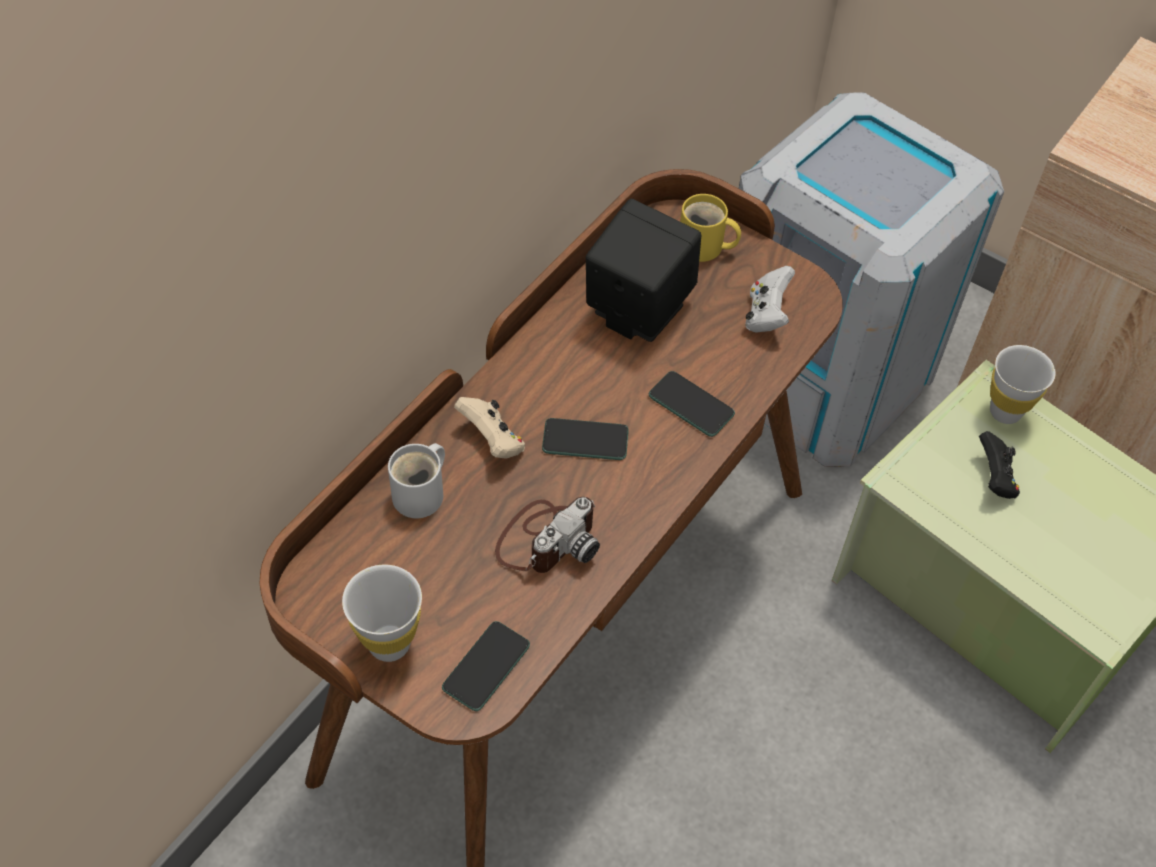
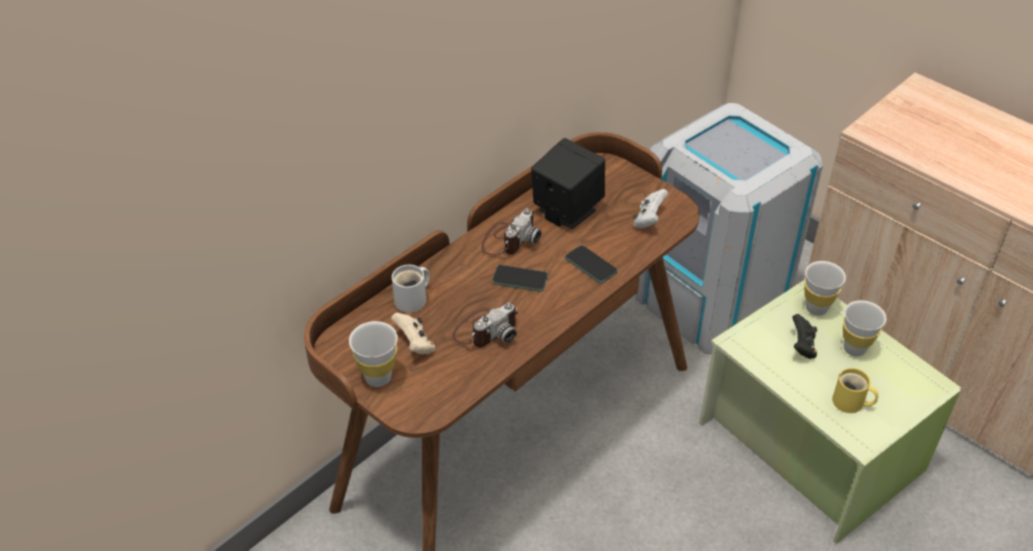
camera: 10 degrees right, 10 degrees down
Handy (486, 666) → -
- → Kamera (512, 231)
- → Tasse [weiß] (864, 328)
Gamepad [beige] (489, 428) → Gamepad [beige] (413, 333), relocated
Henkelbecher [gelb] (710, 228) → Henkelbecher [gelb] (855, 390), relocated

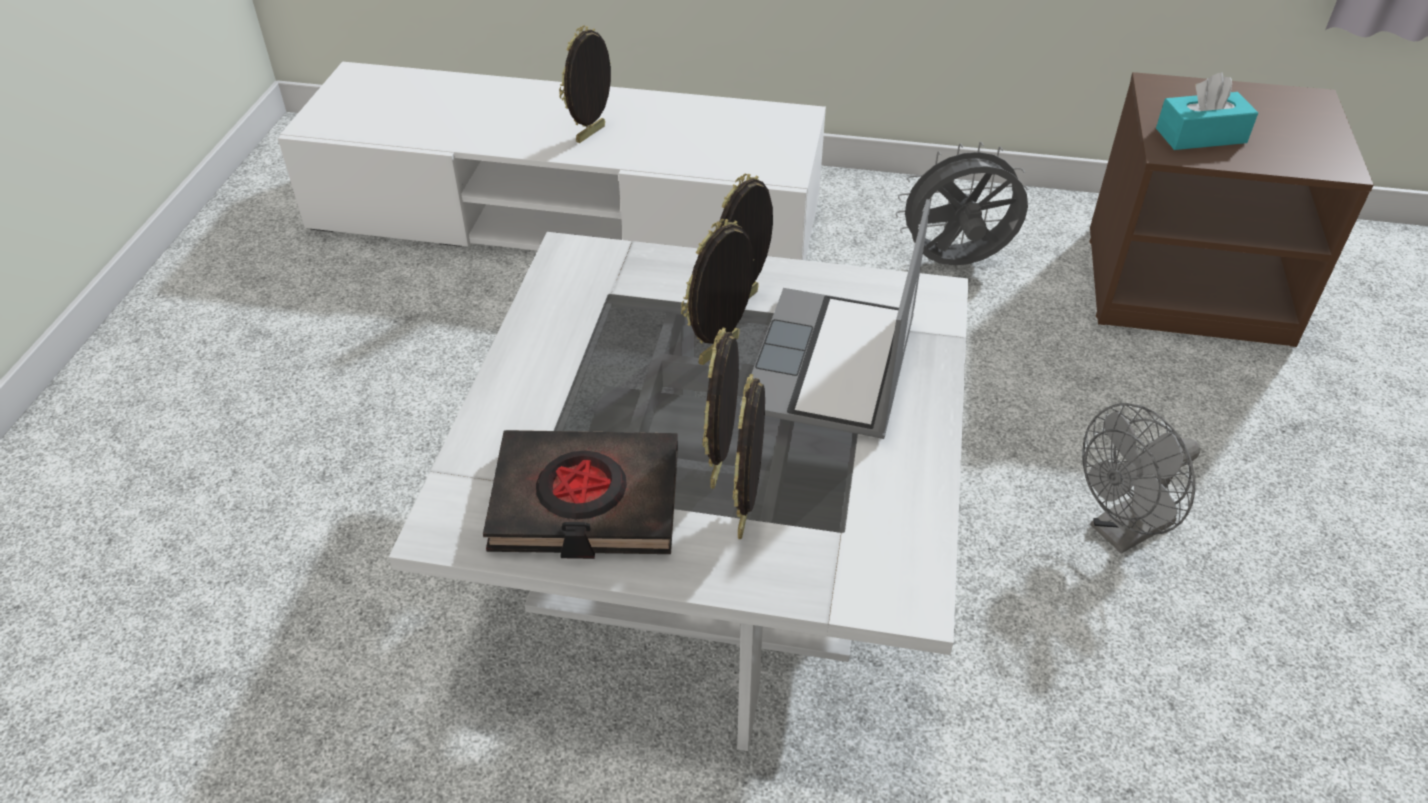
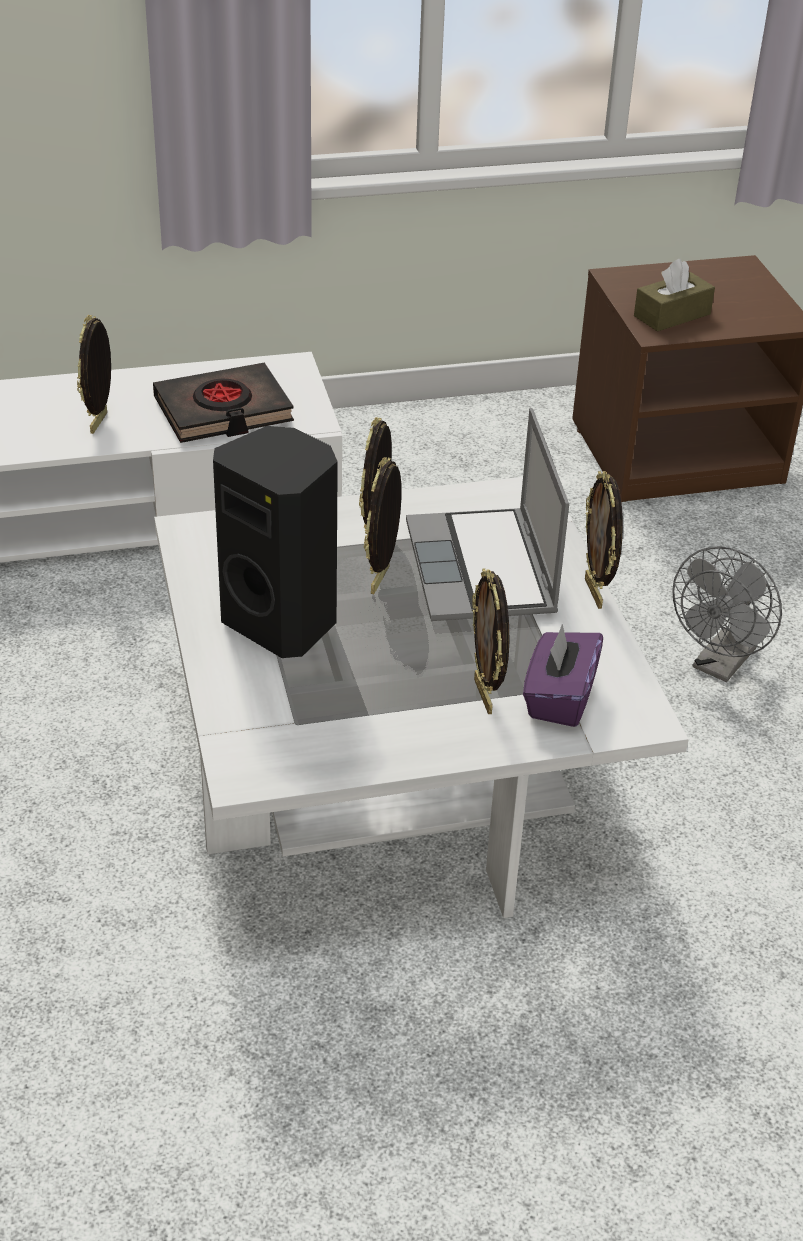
camera: 25 degrees left, 5 degrees down
Ventilator [grau] (962, 203) → -
- → Lautsprecher [schwarz] (275, 542)
- → Taschentuchbox [lila] (563, 675)
Buch [schwarz] (580, 494) → Buch [schwarz] (223, 403), relocated
Bilderrahmen (721, 408) → Bilderrahmen (604, 540), relocated
Taschentuchbox [türkis] (1207, 111) → Taschentuchbox [braun] (674, 295)

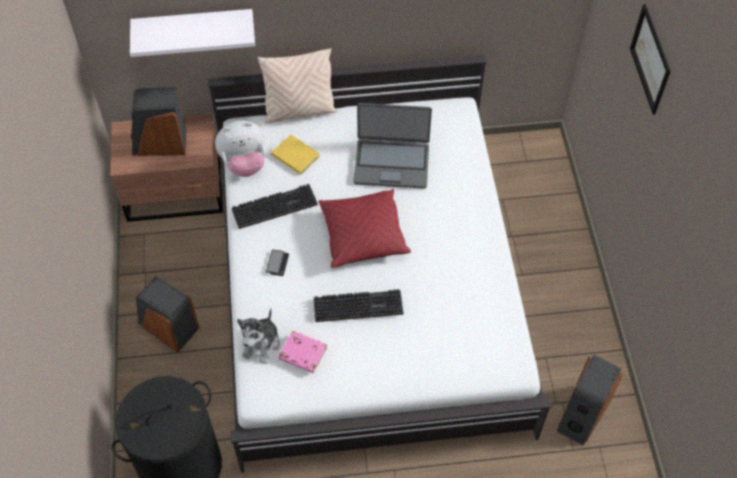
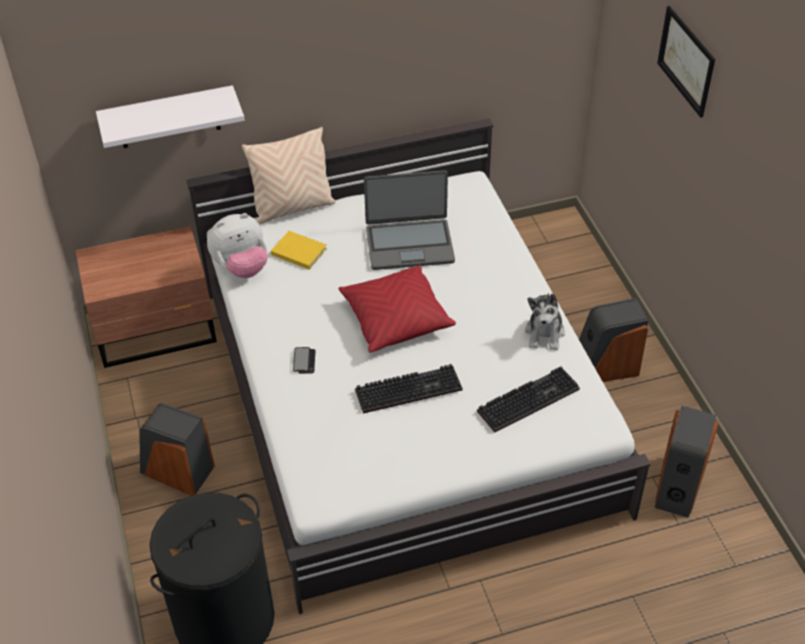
camera: 10 degrees left, 10 degrees down
Buch [rosa] (303, 351) → -
Lautsprecher (159, 121) → Lautsprecher (613, 340), relocated
Tastatur (275, 206) → Tastatur (528, 399), relocated
Plüschtier (258, 336) → Plüschtier (545, 321), relocated

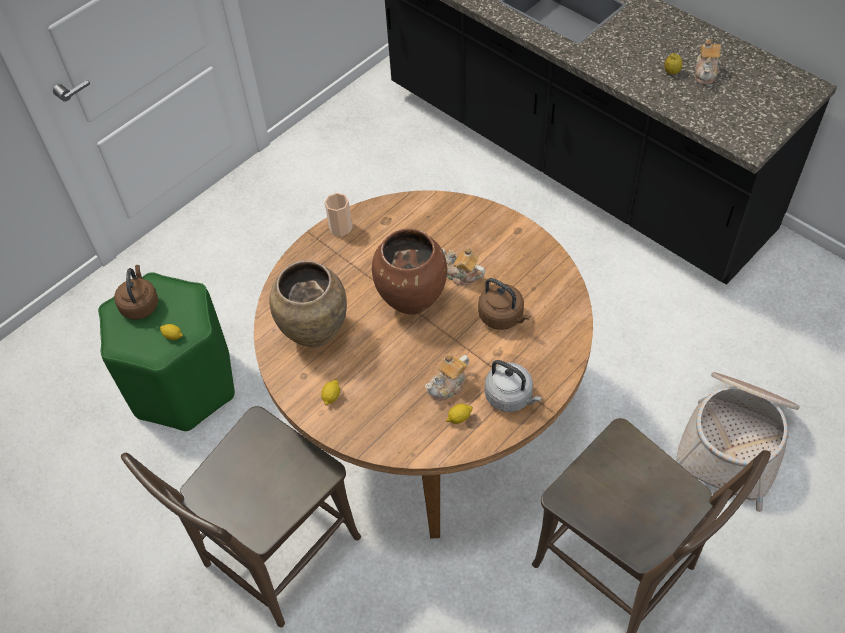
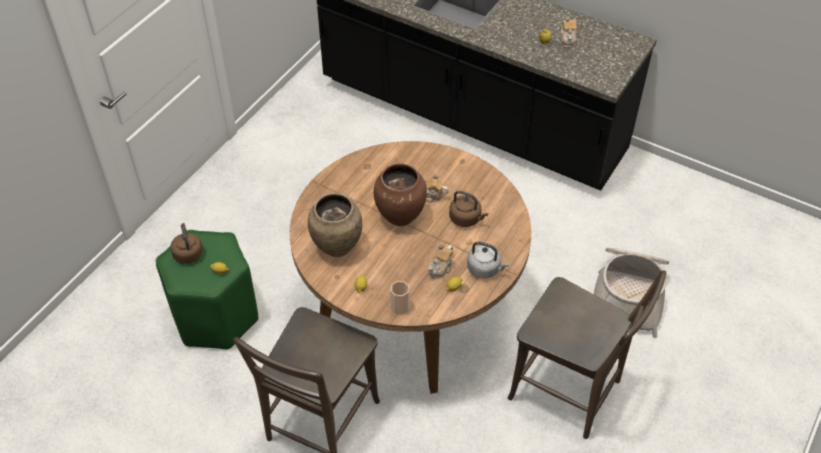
camera: 15 degrees left, 5 degrees down
Tasse (339, 214) → Tasse (400, 298), relocated

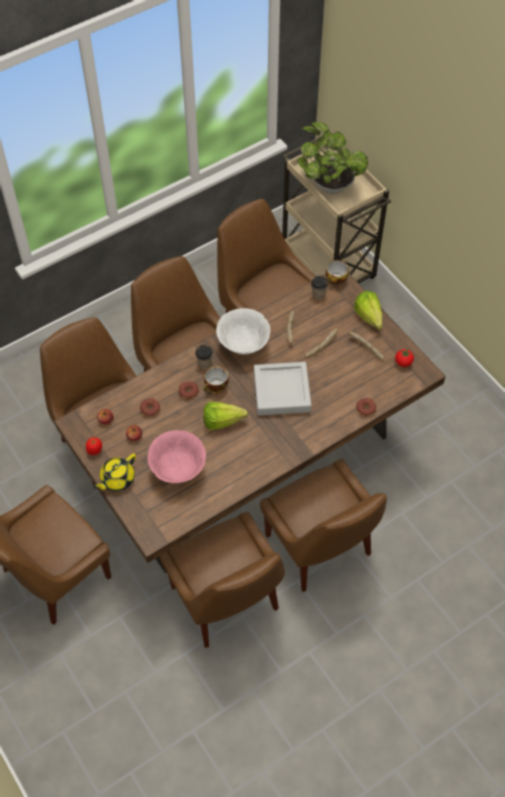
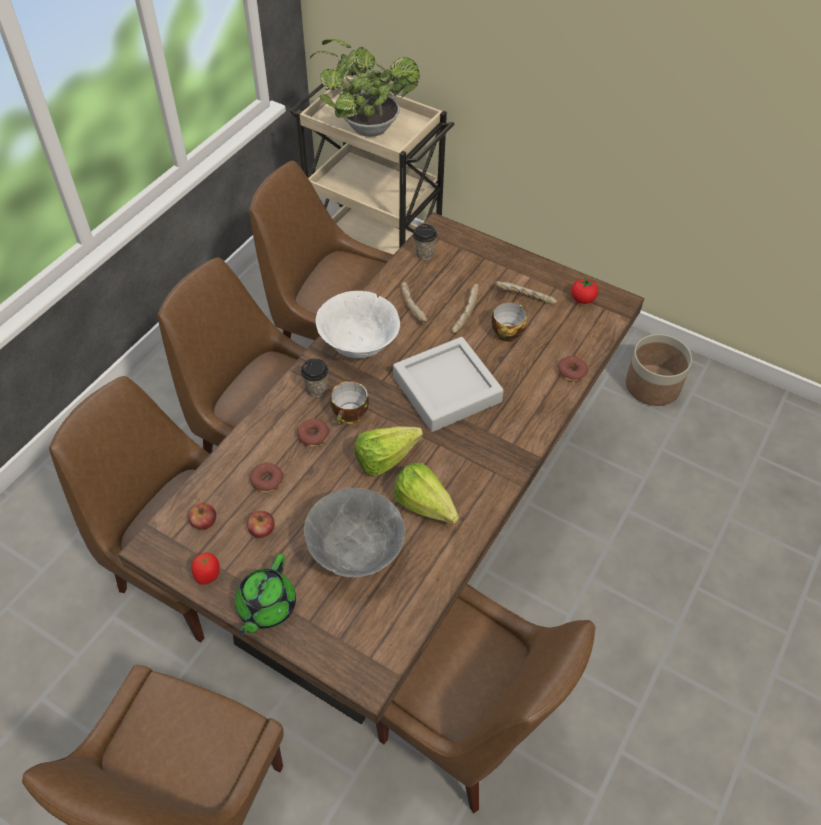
camera: 25 degrees left, 5 degrees down
Stuhl [braun] (323, 525) → -
- → Pflanzkübel (659, 370)
Tasse (337, 273) → Tasse (509, 321), relocated
Salatkopf (368, 310) → Salatkopf (426, 493), relocated
Teekanne [gelb] (114, 472) → Teekanne [grün] (265, 595)
Schüssel [rosa] (177, 456) → Schüssel [grau] (354, 532)

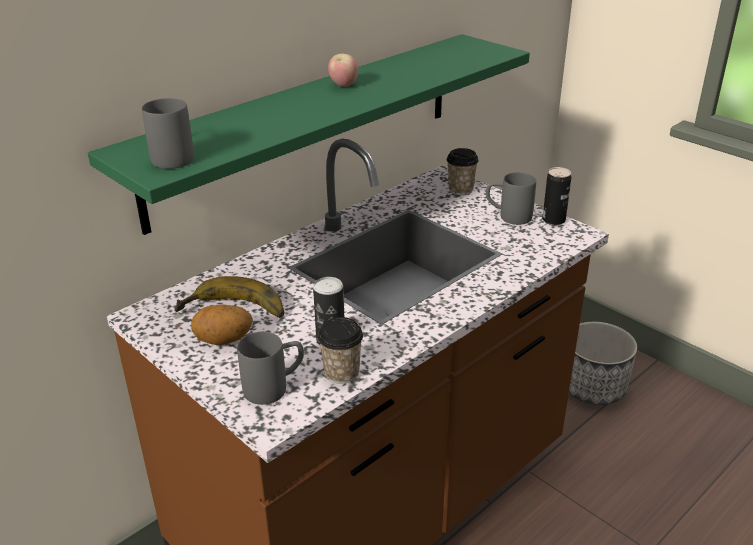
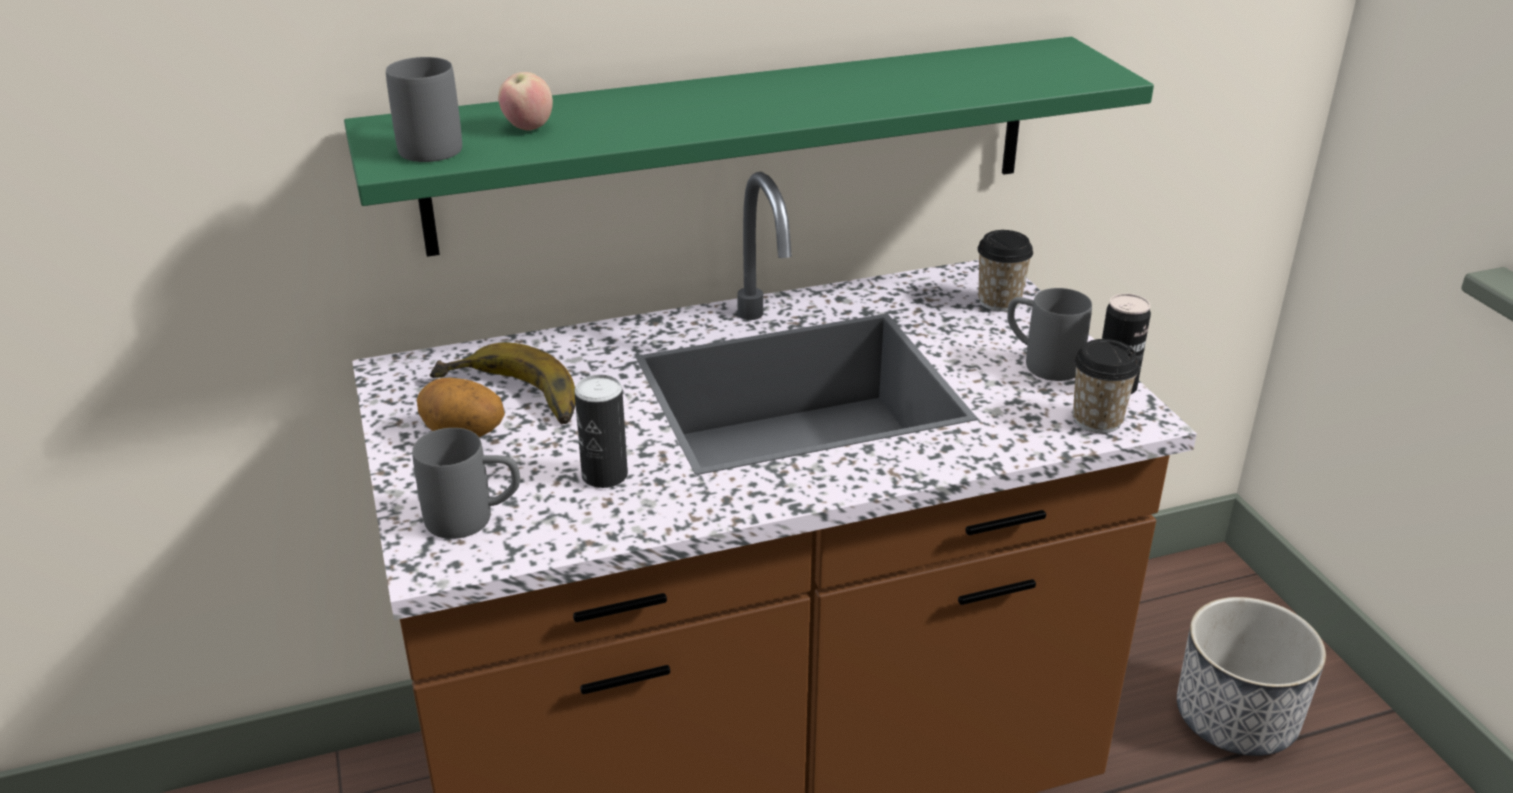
camera: 25 degrees right, 0 degrees up
Tasse (340, 350) → Tasse (1106, 386), relocated
Apfel (343, 70) → Apfel (525, 101), relocated

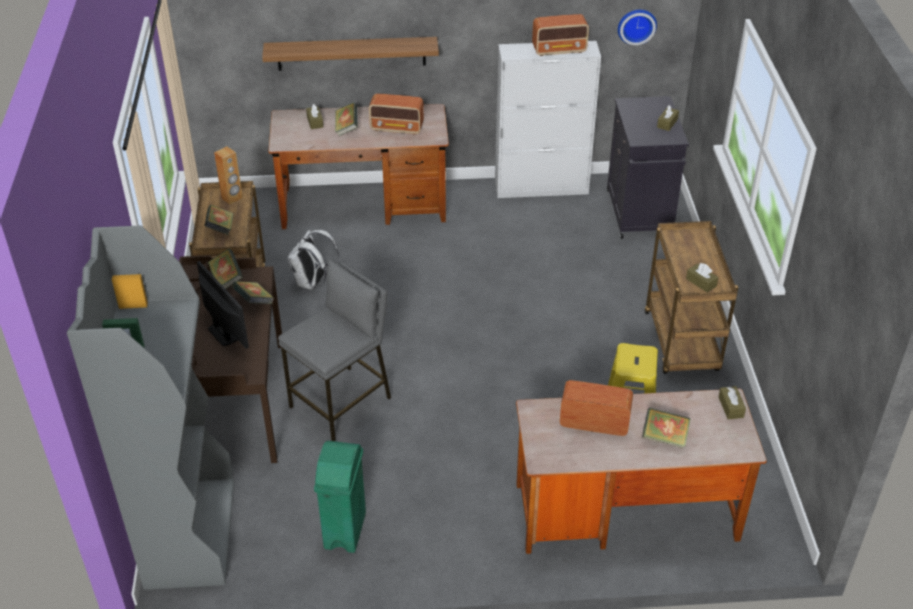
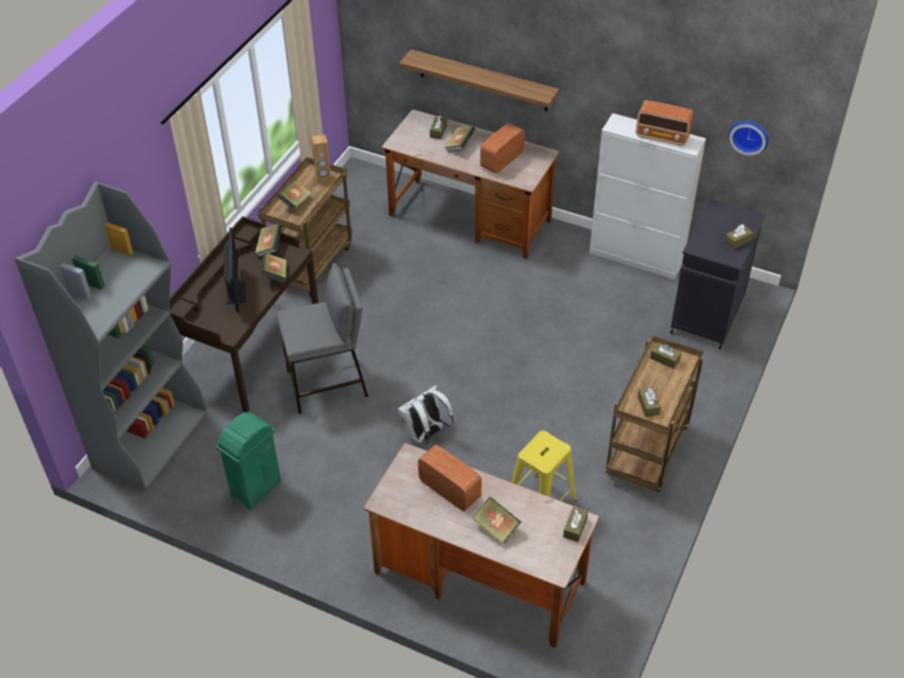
camera: 30 degrees right, 5 degrees up
- → Taschentuchbox [braun] (665, 355)
Rucksack [weiß] (313, 260) → Rucksack [weiß] (425, 415), relocated
Radio (396, 114) → Radio (502, 148), 90 degrees clockwise

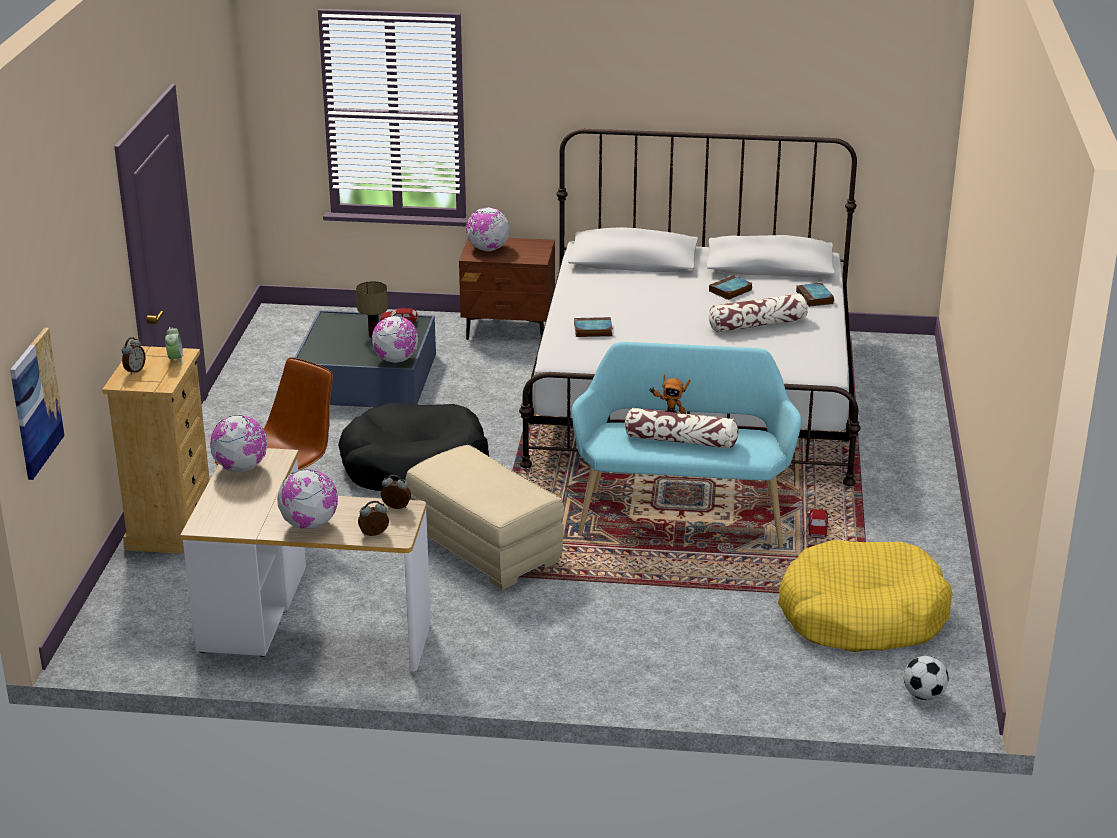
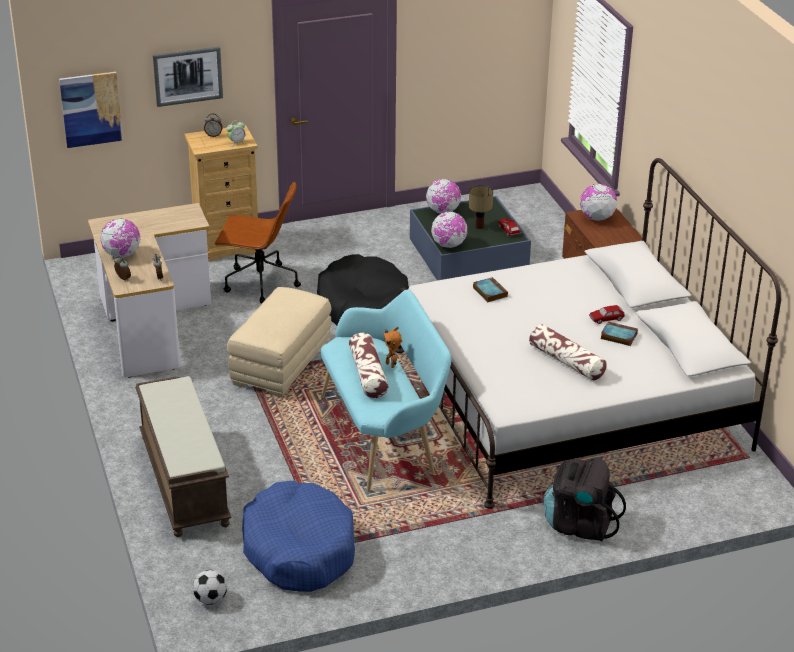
camera: 65 degrees right, 5 degrees up
Buch (815, 295) → -
- → Bank [braun] (183, 456)
- → Bild (188, 76)
- → Rucksack [schwarz] (585, 499)
Globus (239, 443) → Globus (443, 196), relocated
Spielzeugauto (818, 524) → Spielzeugauto (607, 314), relocated
Hundebett [gelb] (865, 596) → Hundebett [blau] (298, 536)

